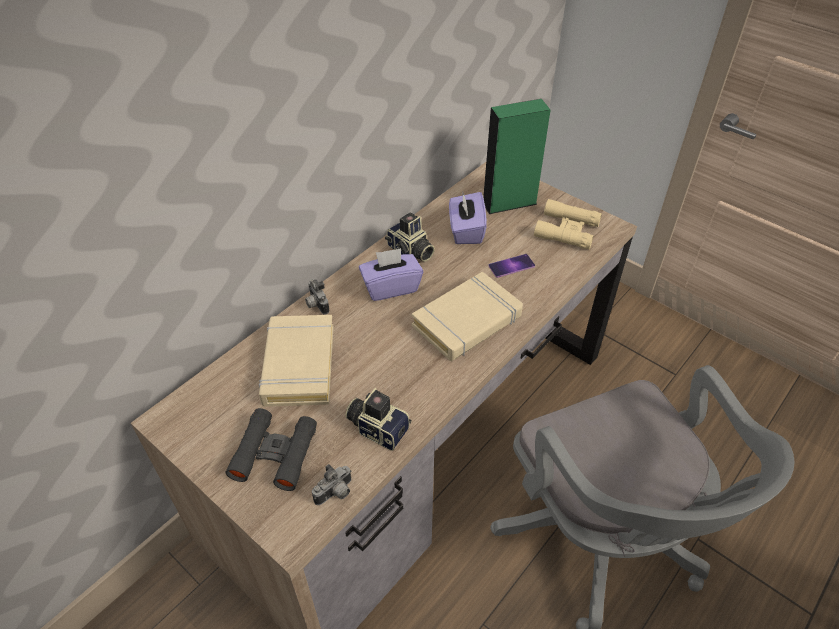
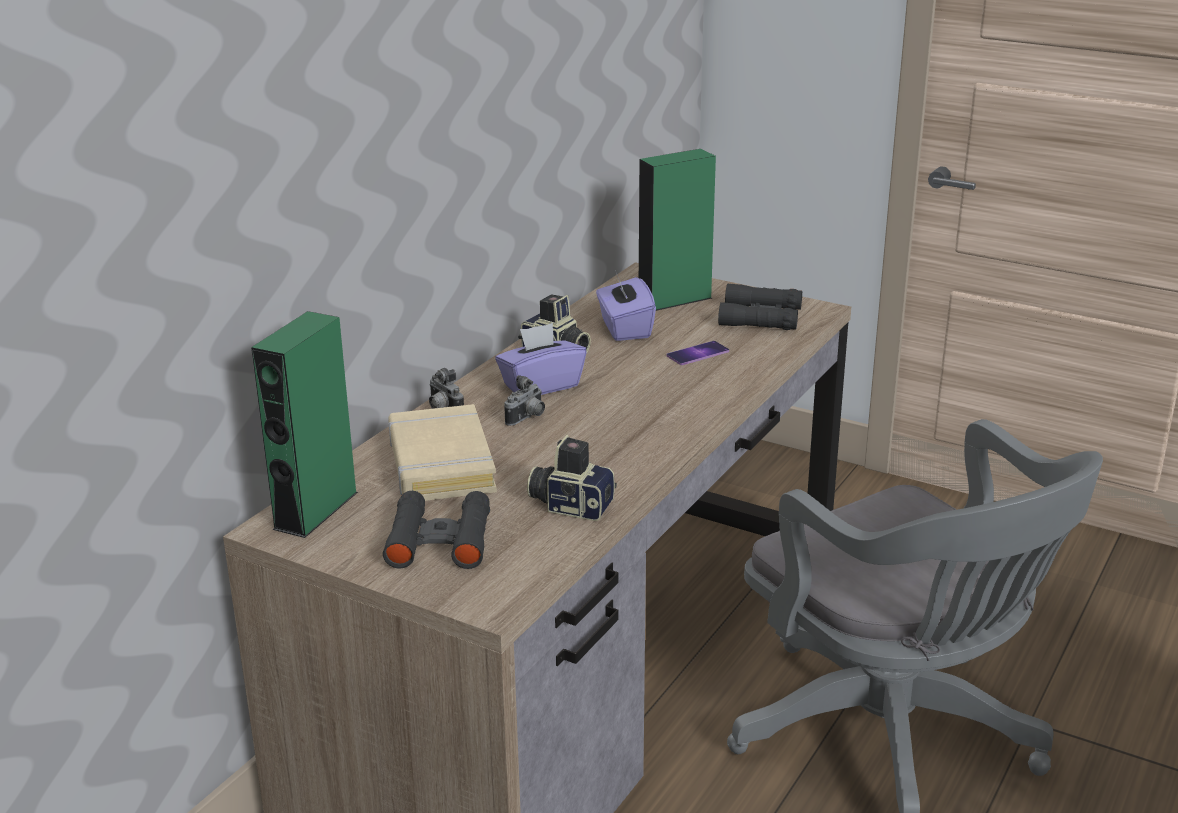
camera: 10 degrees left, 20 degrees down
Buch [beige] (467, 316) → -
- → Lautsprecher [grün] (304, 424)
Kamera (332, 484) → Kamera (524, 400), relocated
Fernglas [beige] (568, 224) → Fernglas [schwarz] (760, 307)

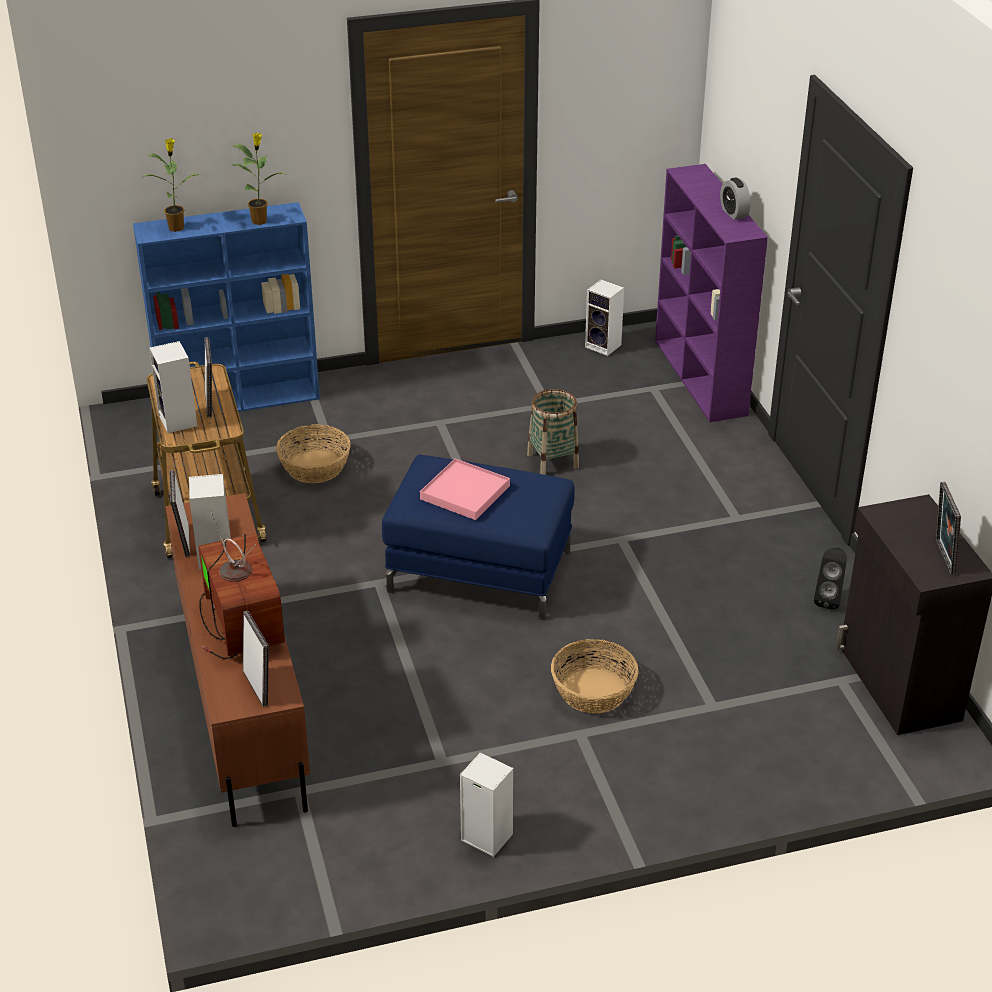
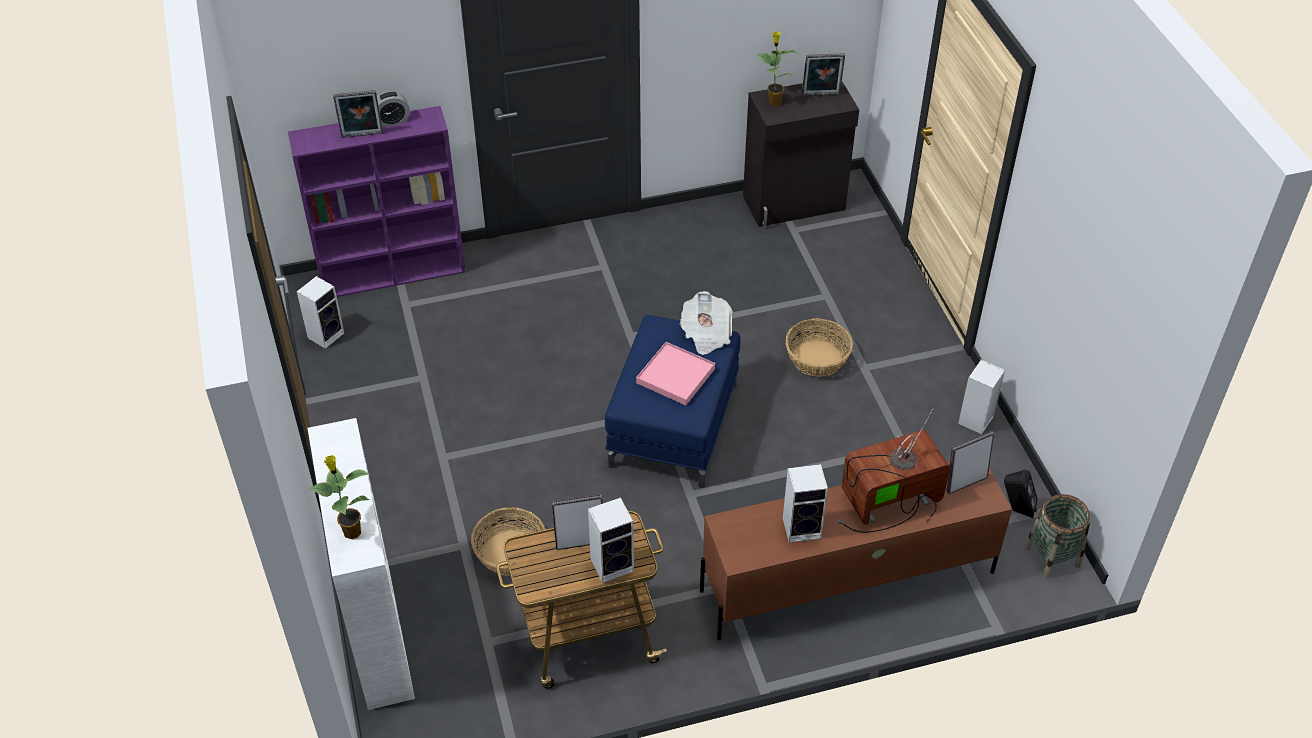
camera: 90 degrees left, 10 degrees up
- → Zeitung (706, 323)
Bilderrahmen (179, 513) → Bilderrahmen (358, 114), relocated
Topfpflanze (258, 179) → Topfpflanze (778, 68), relocated
Korb (553, 432) → Korb (1057, 536), relocated
Lautsprecher [schwarz] (830, 579) → Lautsprecher [schwarz] (1020, 494), relocated
Bücherregal [blau] (226, 309) → Bücherregal [weiß] (361, 564)

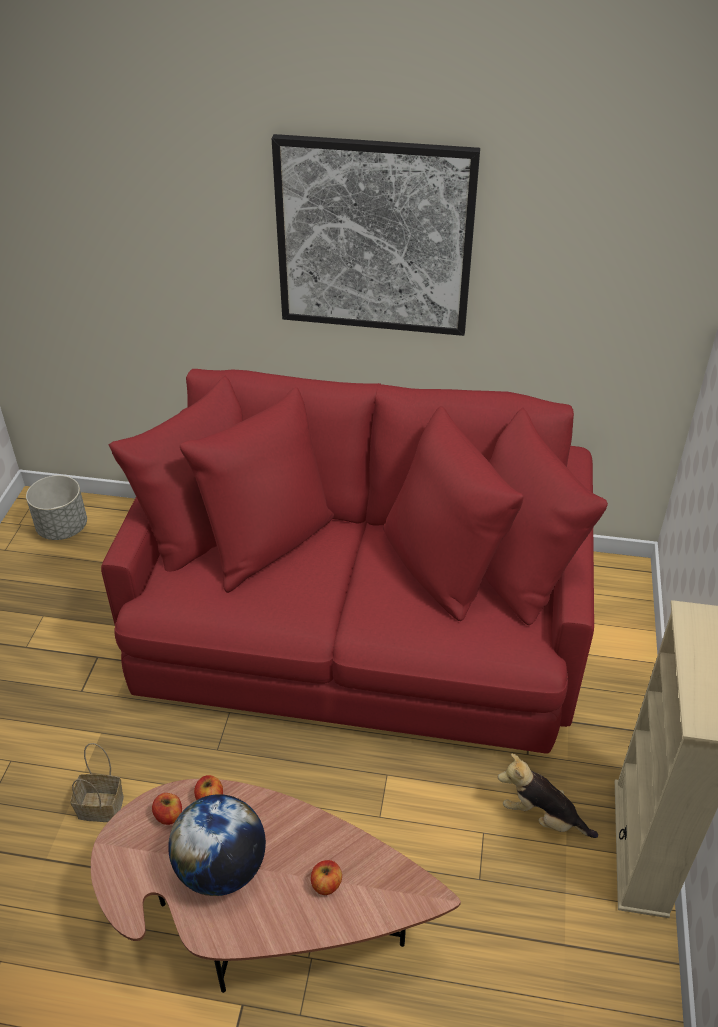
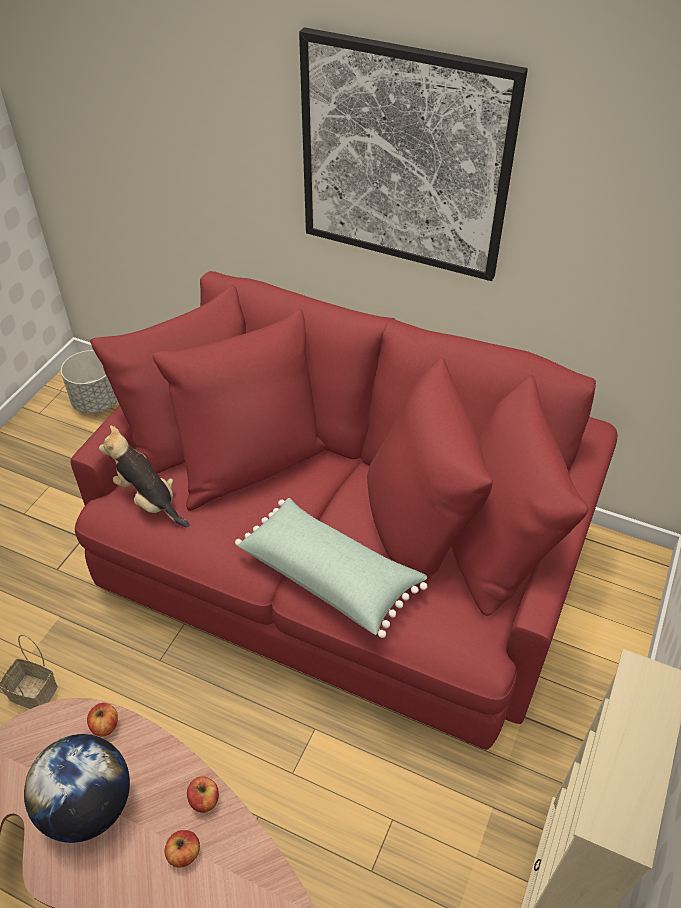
camera: 15 degrees right, 5 degrees up
- → Kissen [grün] (331, 568)
Apfel (167, 809) → Apfel (203, 794), relocated
Plüschtier (548, 796) → Plüschtier (144, 476), relocated

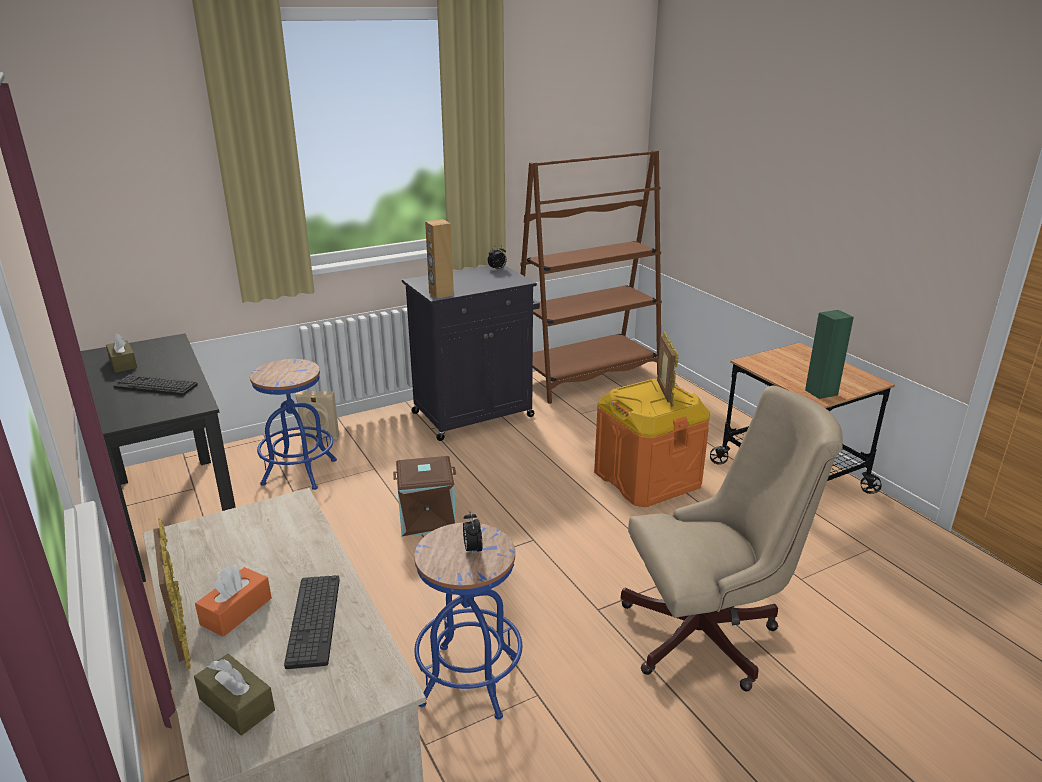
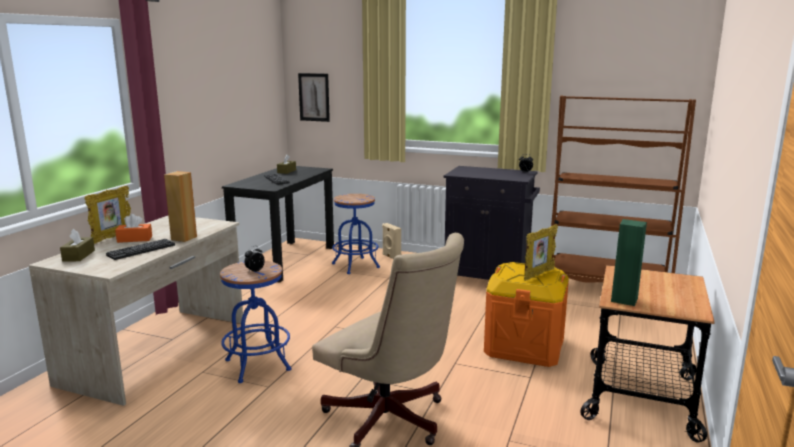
camera: 50 degrees right, 10 degrees down
Aufbewahrungsbox [braun] (424, 496) → -
- → Bild (314, 97)
Lautsprecher [braun] (439, 259) → Lautsprecher [braun] (180, 206), relocated

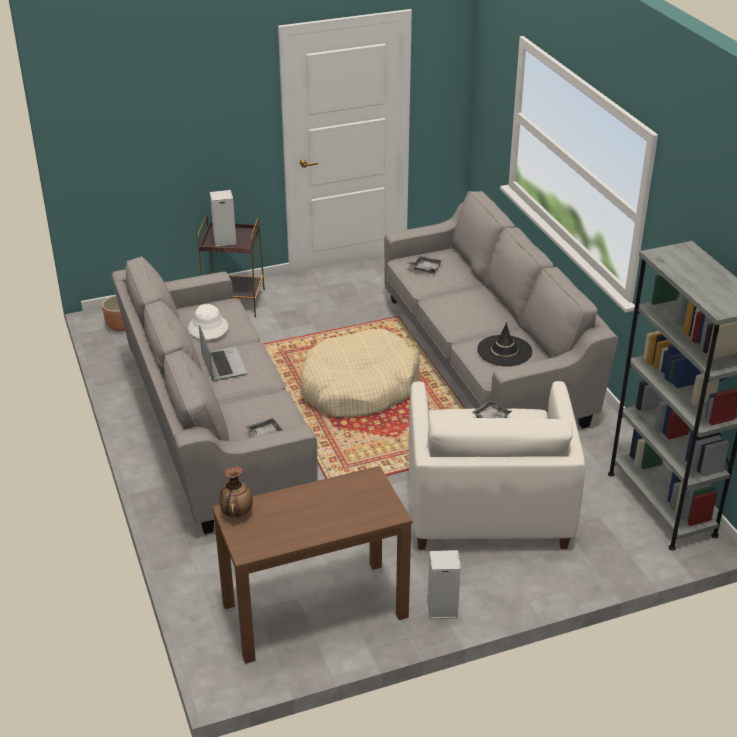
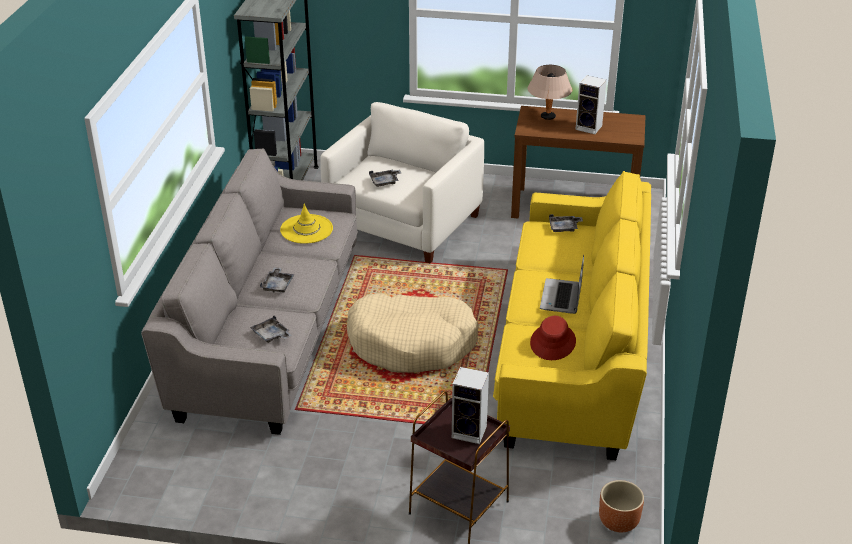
camera: 150 degrees left, 0 degrees up
Vase (236, 492) → -
- → Tablett [grau] (277, 280)
- → Tischlampe [beige] (549, 92)
Lautsprecher (444, 584) → Lautsprecher (591, 104), relocated
Sofa [grau] (214, 395) → Sofa [gelb] (572, 315)
Hut [weiß] (208, 322) → Hut [rot] (553, 338)
Hut [schwarz] (504, 344) → Hut [gelb] (306, 223)

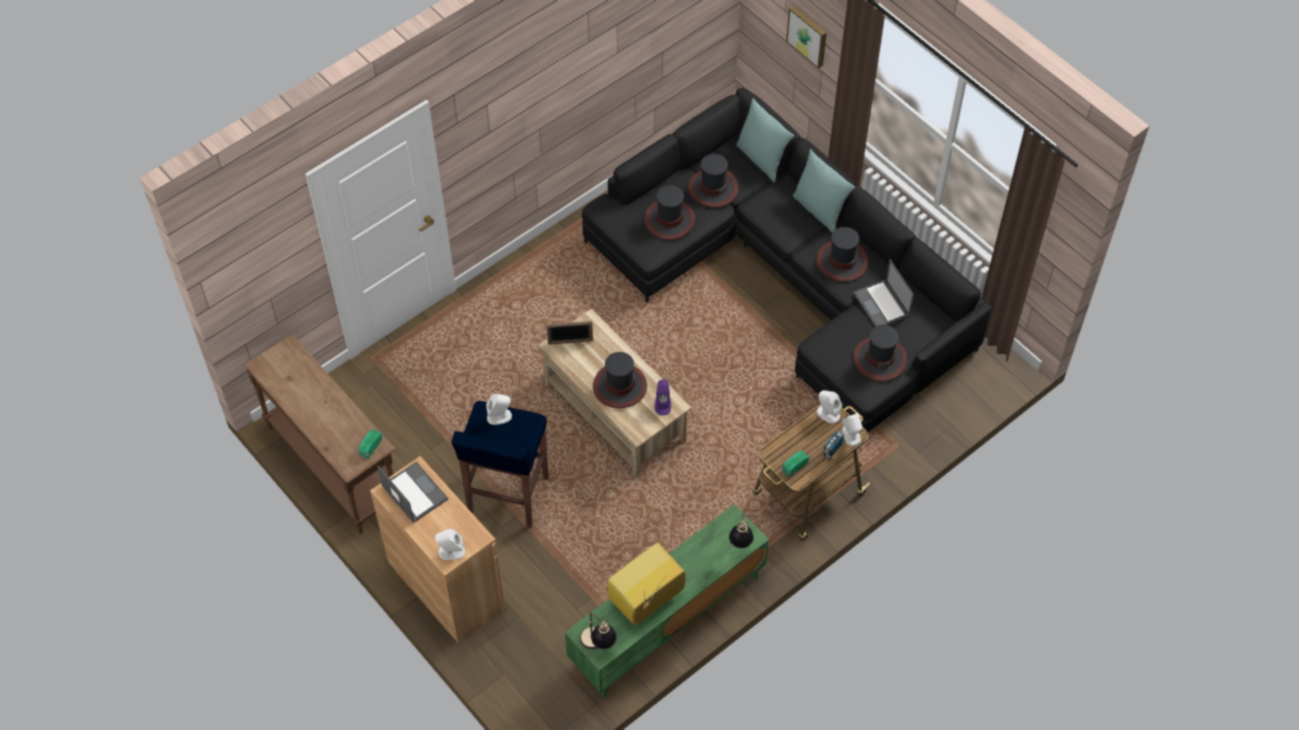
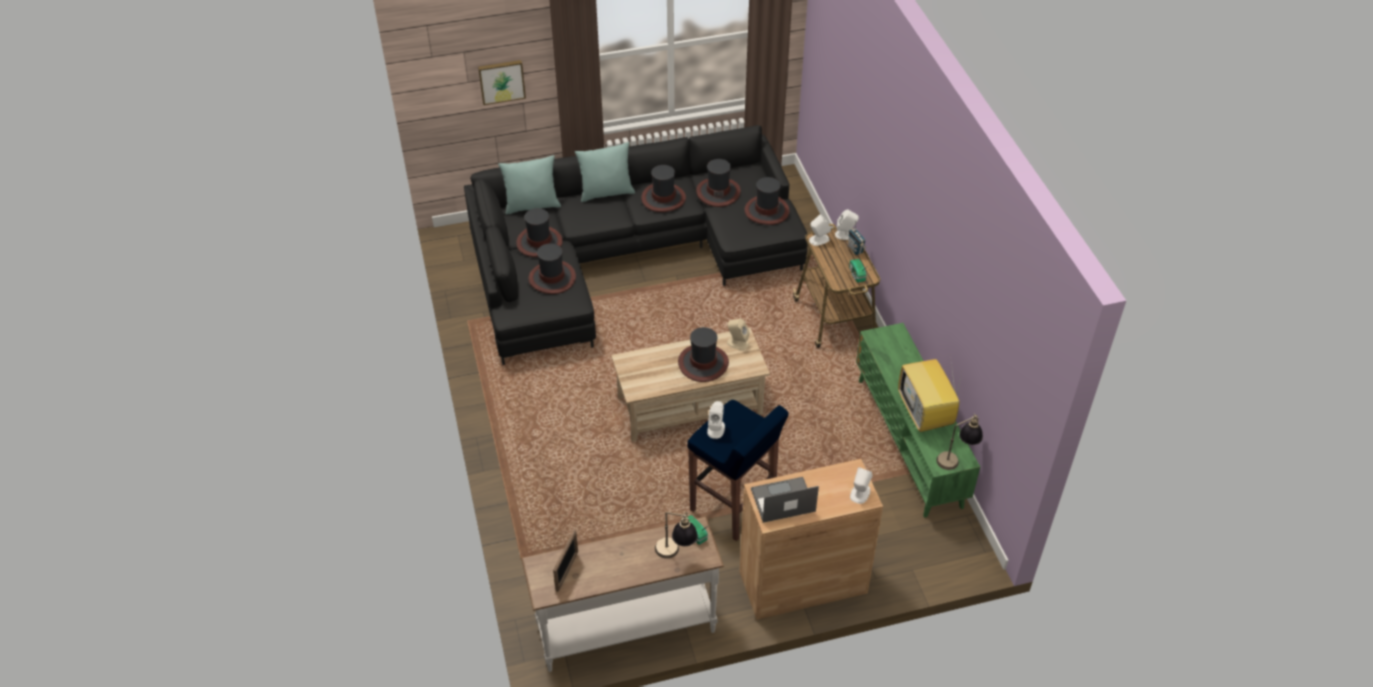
camera: 65 degrees left, 10 degrees down
Bilderrahmen (569, 333) → Bilderrahmen (565, 561), relocated
Tischlampe (741, 528) → Tischlampe (676, 535), relocated
Laptop (883, 293) → Hut (718, 183)
Konsolentisch [braun] (320, 434) → Konsolentisch [weiß] (622, 594)
Lautsprecher [lila] (663, 397) → Lautsprecher [beige] (738, 334)

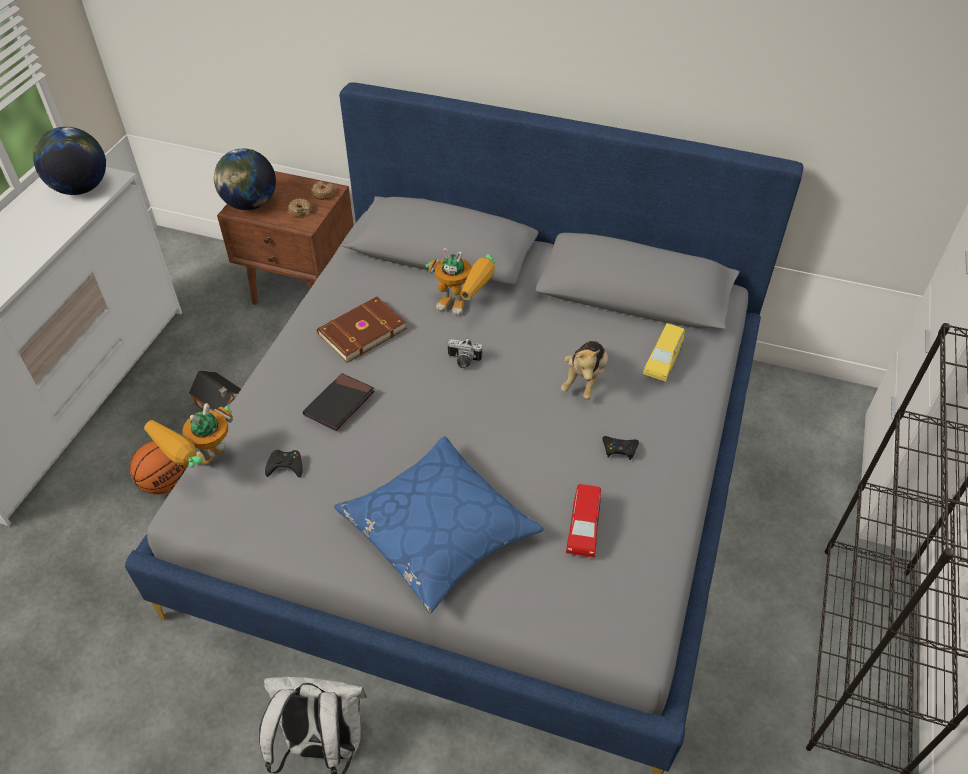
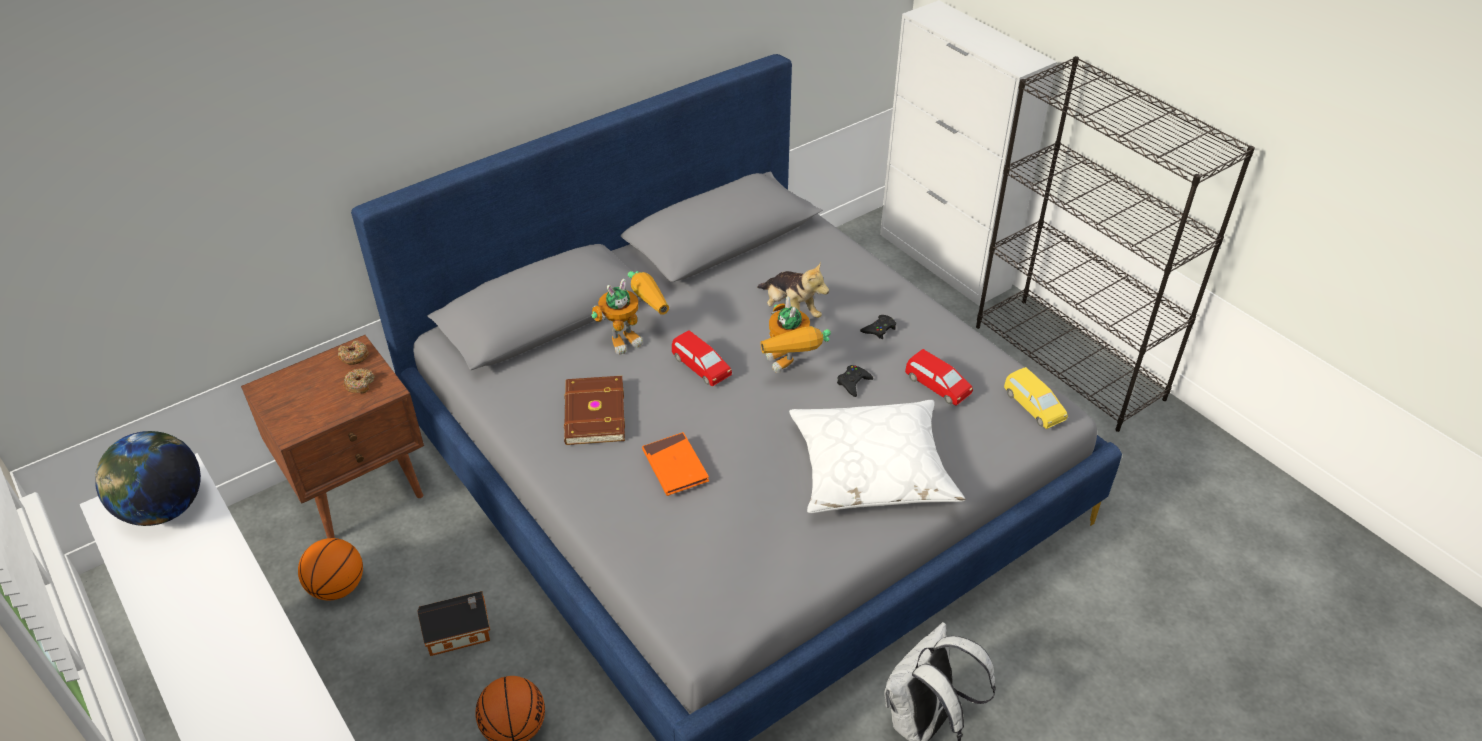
camera: 55 degrees left, 5 degrees down
Globus (245, 179) → -
- → Basketball (330, 569)
Spielzeugroboter (188, 435) → Spielzeugroboter (795, 334), relocated
Gamepad [schwarz] (284, 464) → Gamepad [schwarz] (855, 381), relocated
Spielzeugauto [gelb] (664, 352) → Spielzeugauto [gelb] (1036, 398), relocated
Kamera (465, 353) → Spielzeugauto [rot] (702, 358)
Buch [schwarz] (338, 402) → Buch [orange] (675, 464)
Kissen [blau] (439, 525) → Kissen [weiß] (877, 456)

